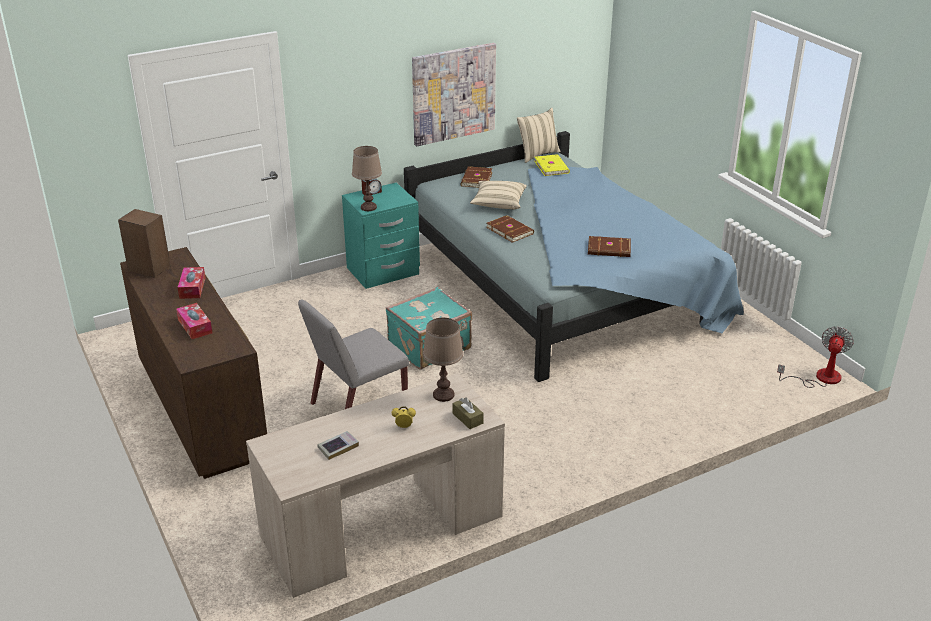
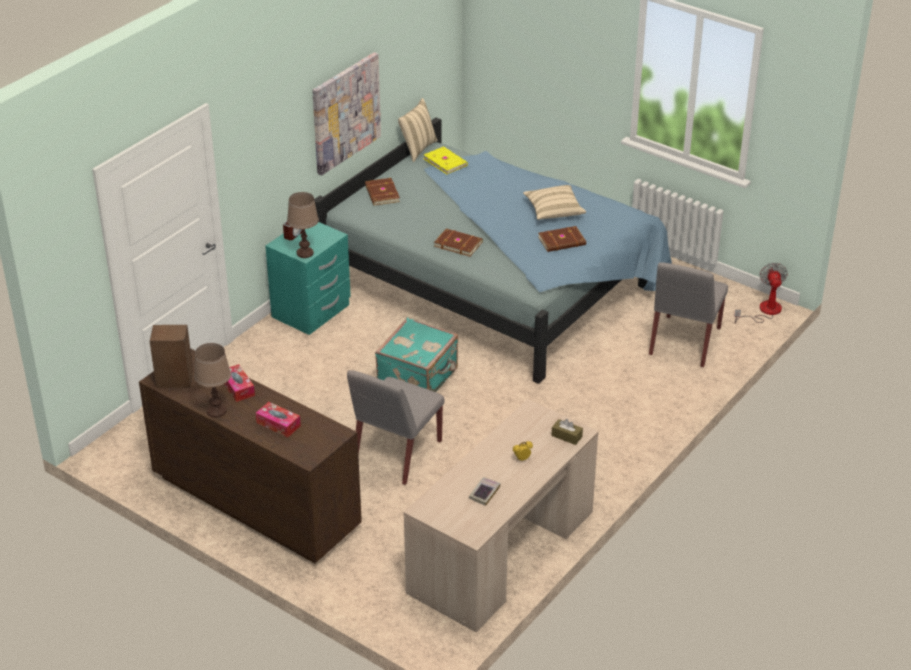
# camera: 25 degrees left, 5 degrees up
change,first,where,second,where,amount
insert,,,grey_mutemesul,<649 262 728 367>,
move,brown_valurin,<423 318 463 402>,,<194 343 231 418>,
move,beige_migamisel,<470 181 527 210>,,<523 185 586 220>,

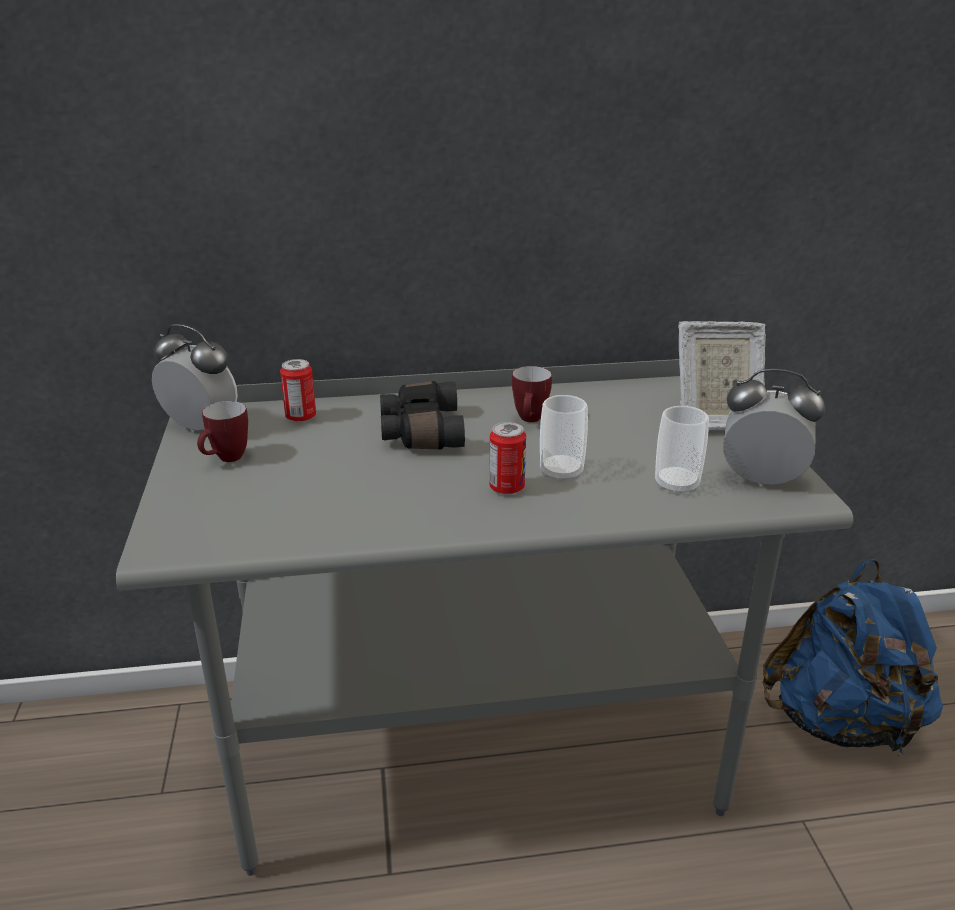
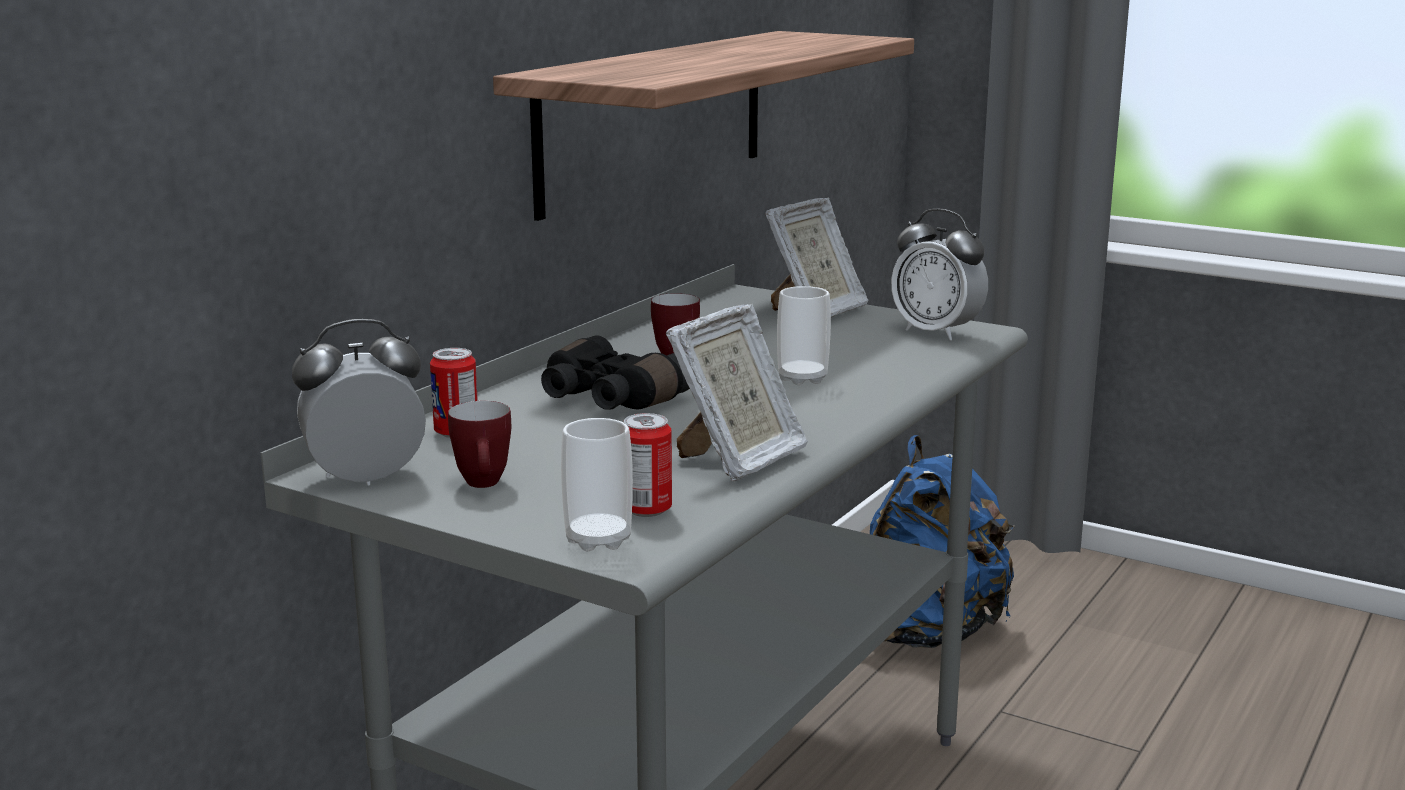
# camera: 50 degrees left, 10 degrees down
change,first,where,second,where,amount
insert,,,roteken,<493 31 914 221>,
insert,,,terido,<666 304 808 481>,
move,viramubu,<489 422 526 495>,,<624 413 672 517>,
move,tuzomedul,<655 406 709 496>,,<561 418 633 552>,
rotate,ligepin,<723 369 825 487>,,<891 209 988 341>,105 degrees counterclockwise

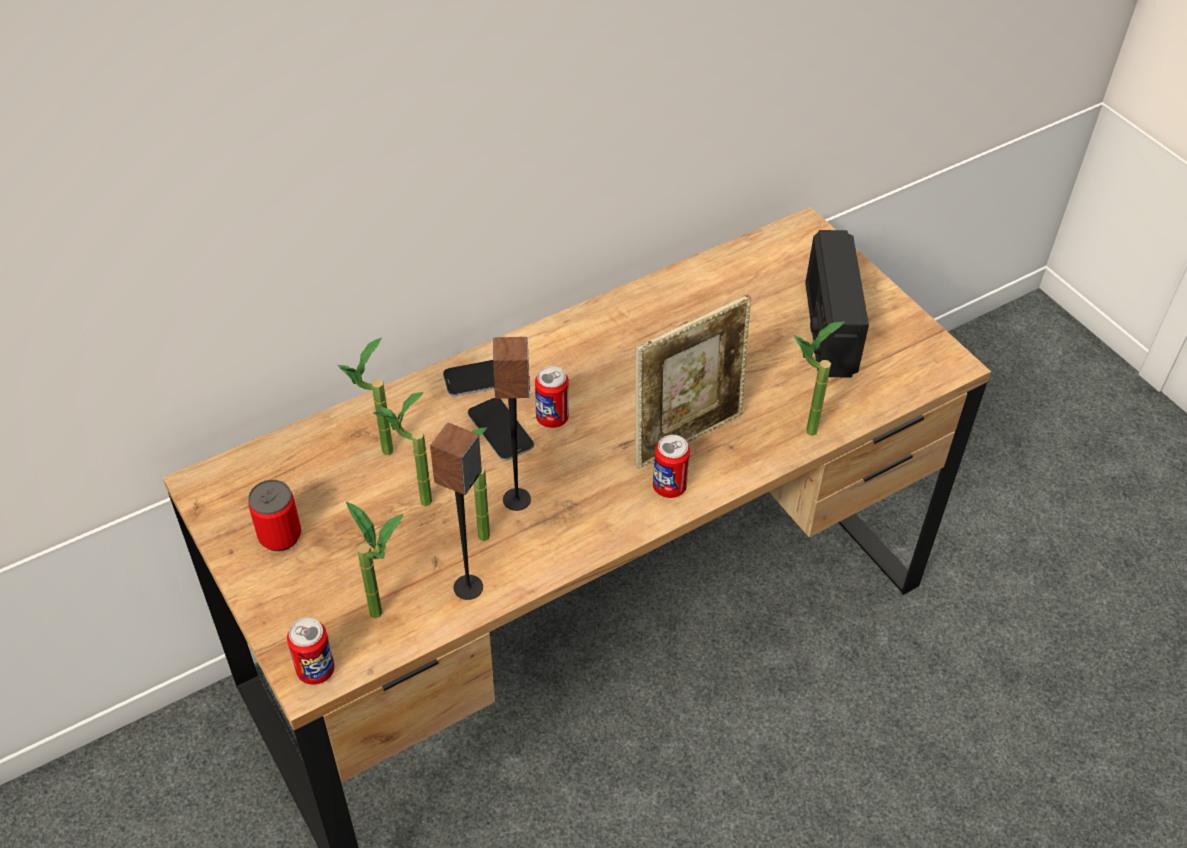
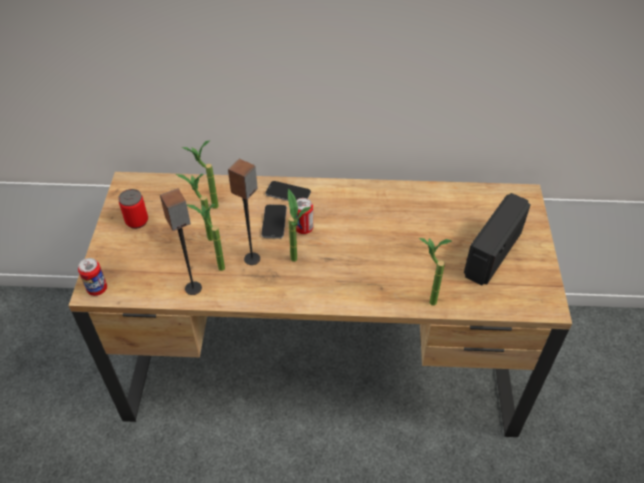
# camera: 35 degrees right, 0 degrees up
change,first,where,second,where,amount
delete,terido,<635 294 751 469>,,,
delete,viramubu,<653 435 690 498>,,,
move,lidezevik,<346 502 403 619>,,<288 189 312 262>,

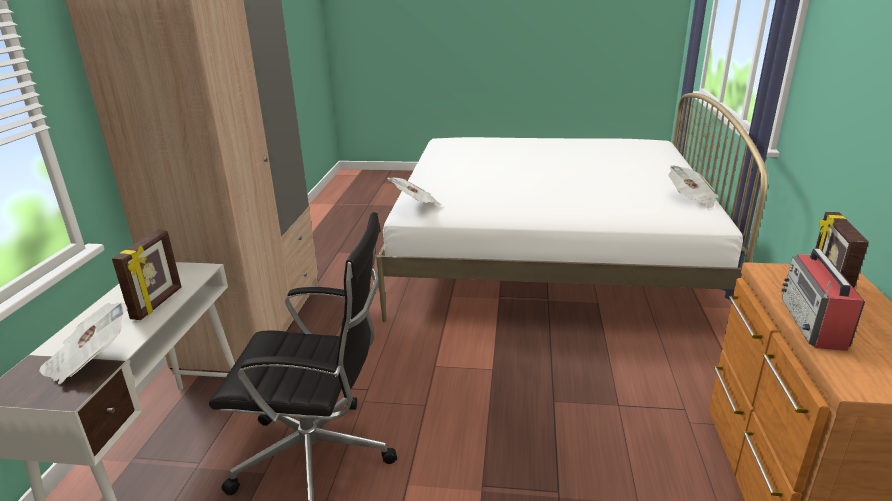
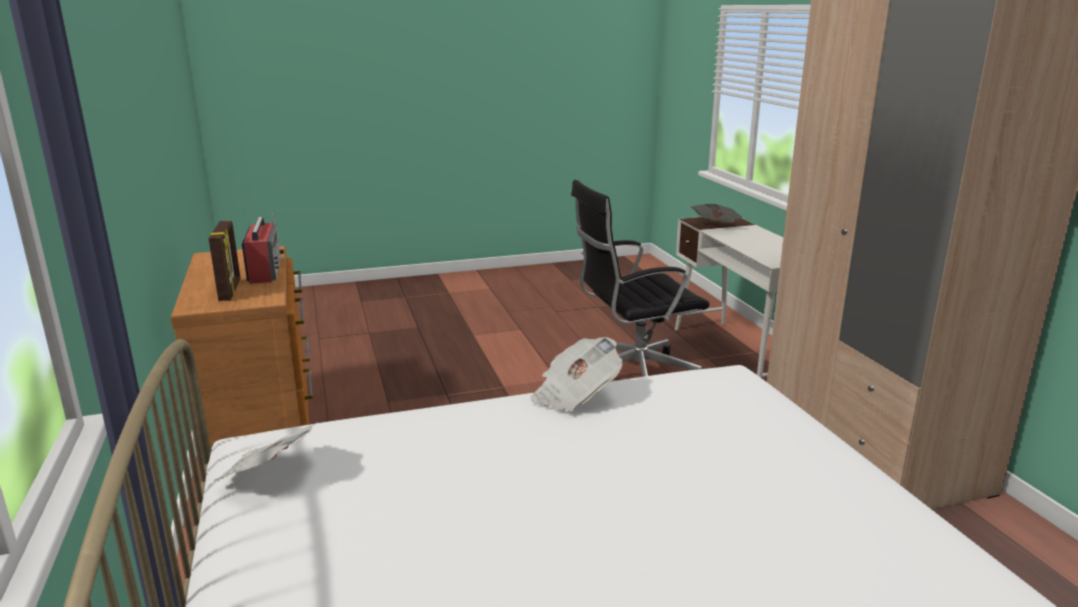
# camera: 155 degrees right, 5 degrees down
change,first,where,second,where,amount
delete,terido,<112 230 182 320>,,,
move,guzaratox,<387 177 442 205>,,<530 337 623 412>,

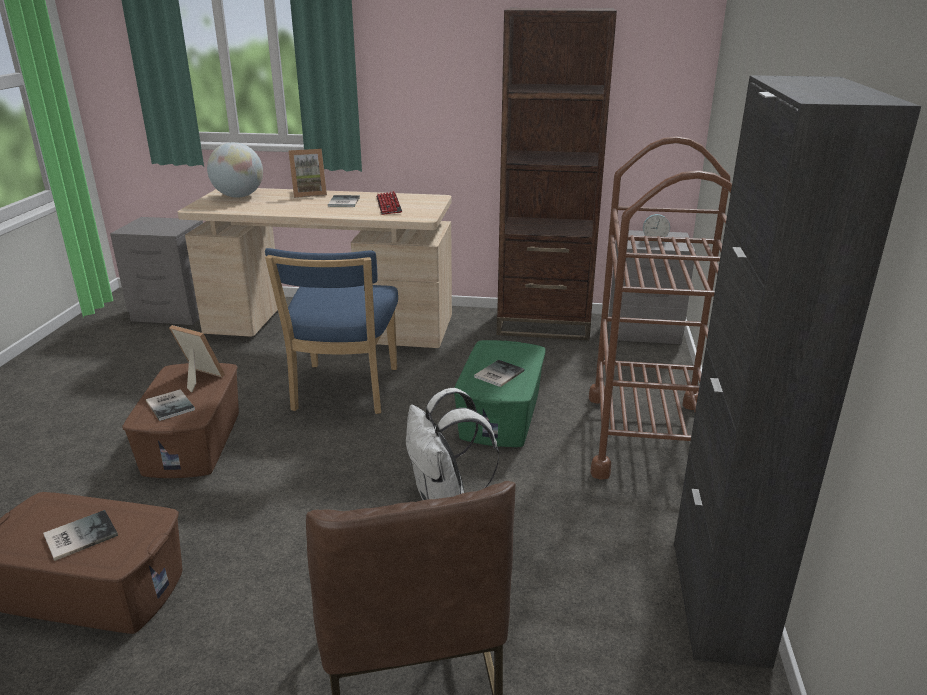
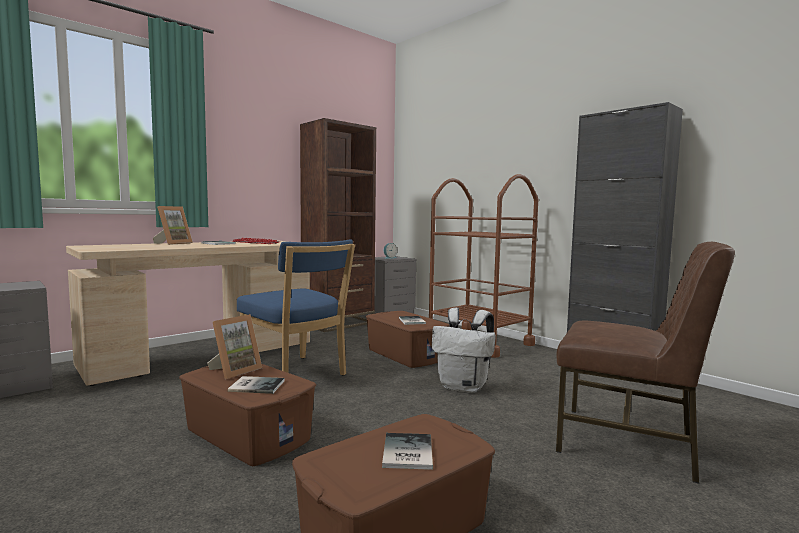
# camera: 50 degrees left, 20 degrees down
change,first,where,second,where,amount
delete,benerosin,<207 142 263 198>,,,
recolor,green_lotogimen,<454 340 546 447>,brown_lotogimen,<366 311 449 368>,
rotate,terido,<169 325 225 392>,,<207 314 262 379>,150 degrees clockwise

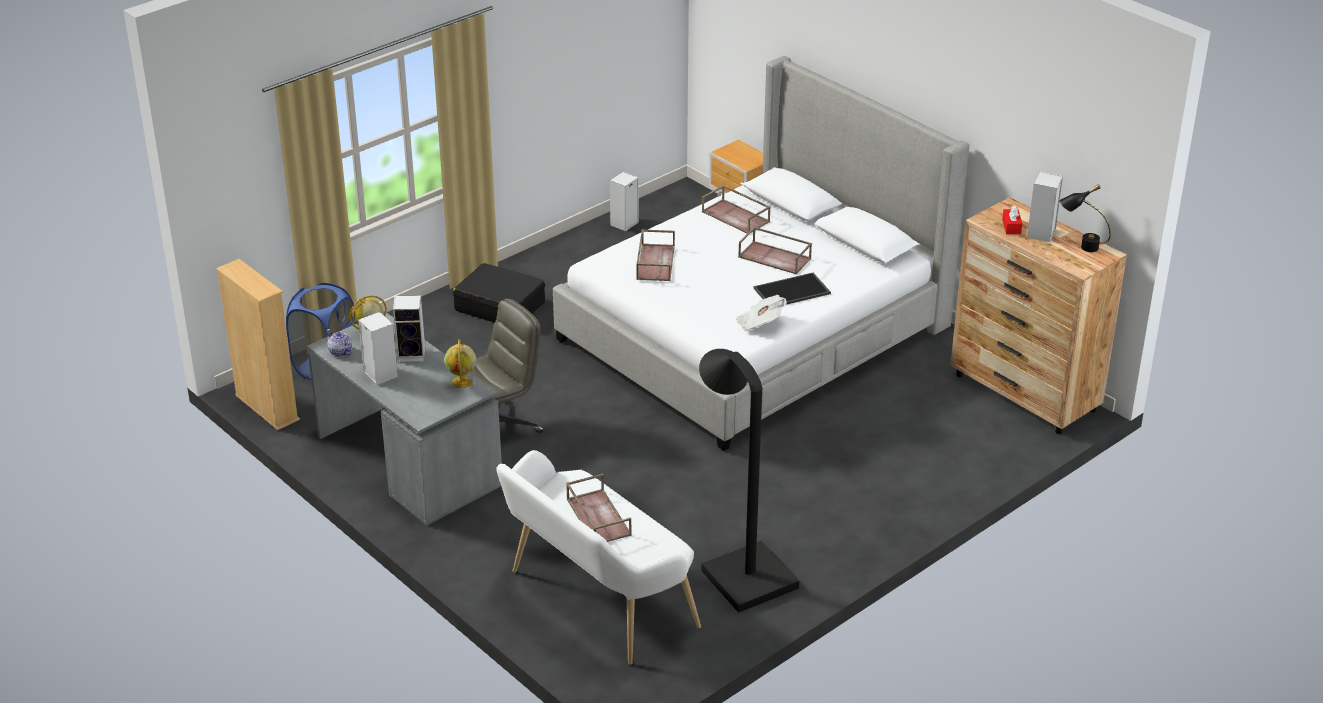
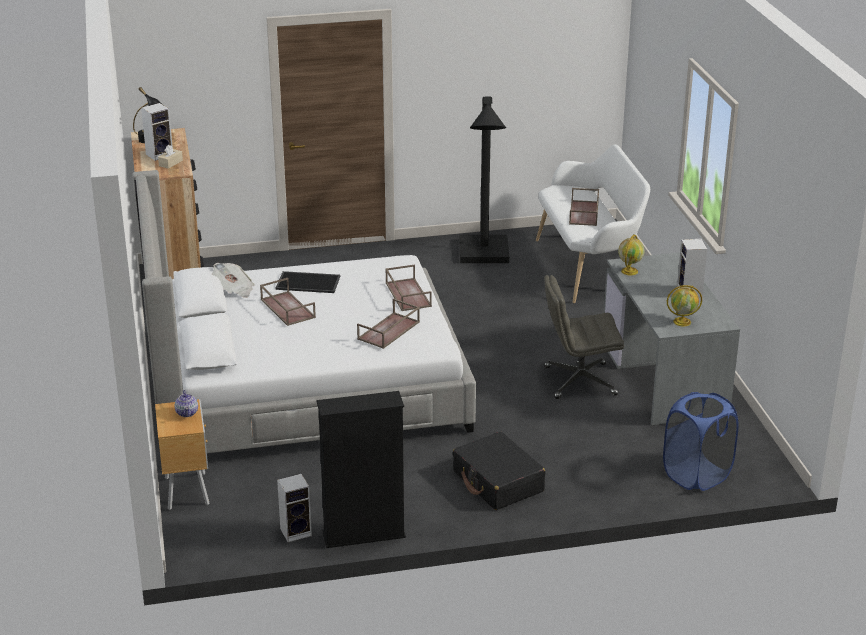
# camera: 150 degrees left, 5 degrees down
change,first,where,second,where,amount
delete,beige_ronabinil,<216 259 300 430>,,,
delete,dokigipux,<393 295 425 362>,,,
insert,,,black_ronabinil,<316 391 406 548>,
move,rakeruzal,<327 329 352 357>,,<174 390 198 417>,
move,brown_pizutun,<702 185 771 233>,,<385 265 432 311>,
move,guzaratox,<736 295 787 331>,,<212 263 255 298>,
recolor,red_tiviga,<1002 205 1022 234>,beige_tiviga,<158 145 183 169>,

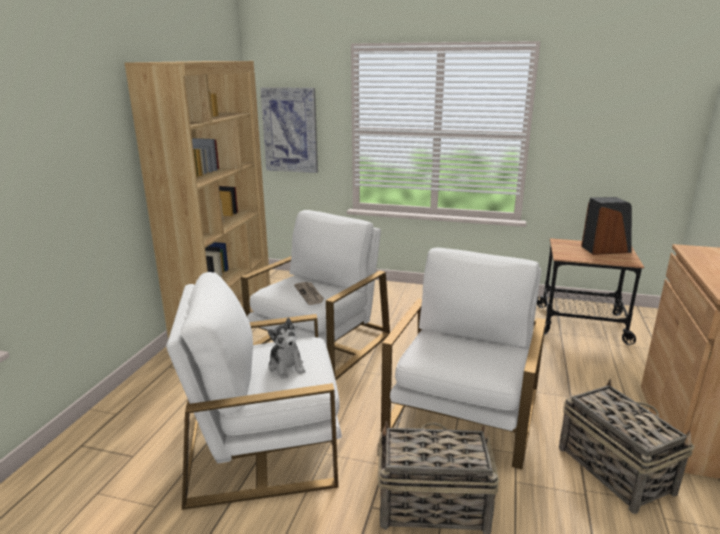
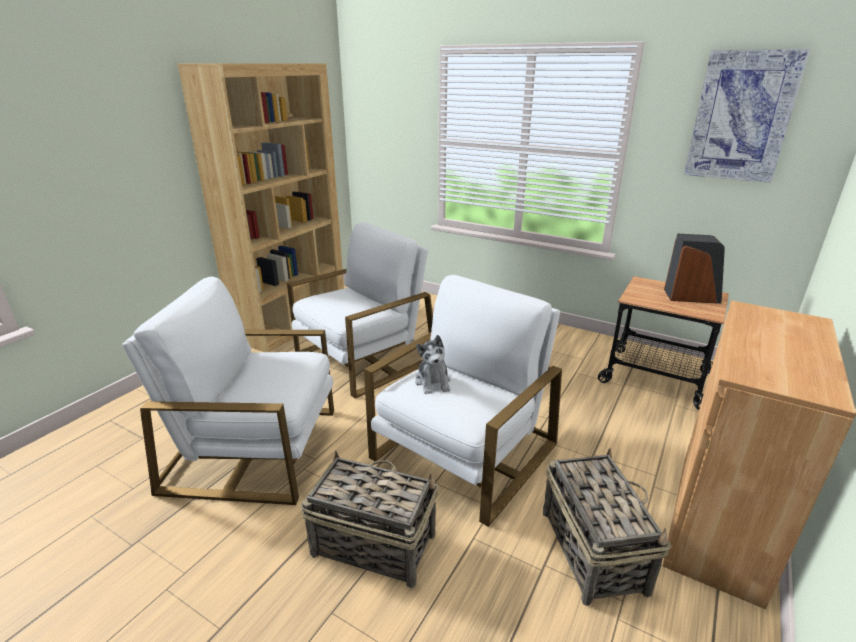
# camera: 15 degrees right, 5 degrees up
change,first,where,second,where,amount
delete,guzaratox,<294 282 324 305>,,,
move,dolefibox,<260 87 318 173>,,<684 49 811 183>,
move,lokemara,<268 318 305 379>,,<415 335 450 394>,

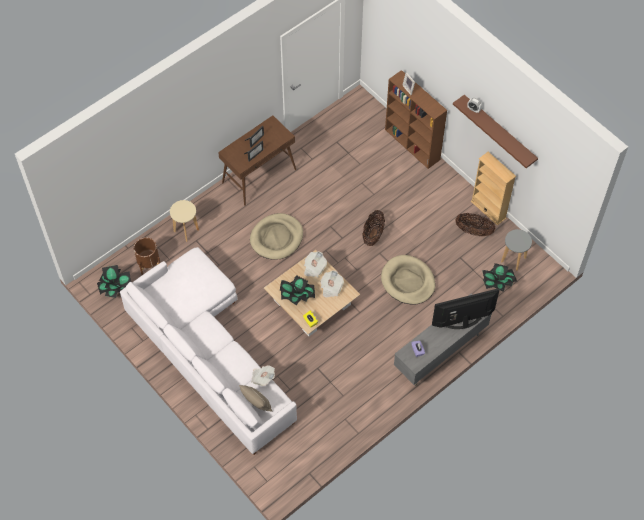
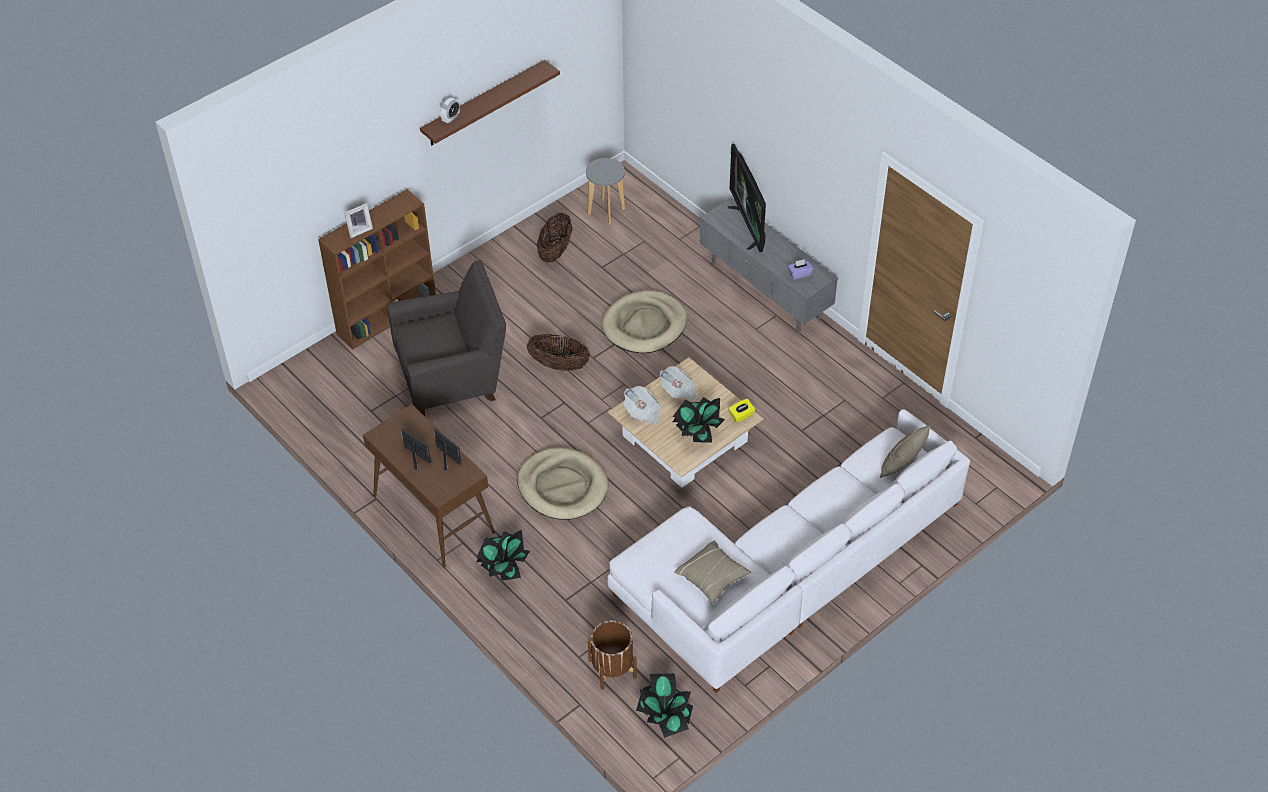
# camera: 90 degrees left, 10 degrees down
change,first,where,second,where,amount
delete,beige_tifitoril,<170 200 199 242>,,,
delete,guzaratox,<251 365 275 386>,,,
delete,beige_ronabinil,<471 152 516 225>,,,
insert,,,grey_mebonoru,<387 260 506 416>,
insert,,,beige_migamisel,<674 540 751 604>,
move,lidezevik,<482 263 517 292>,,<476 530 530 581>,

